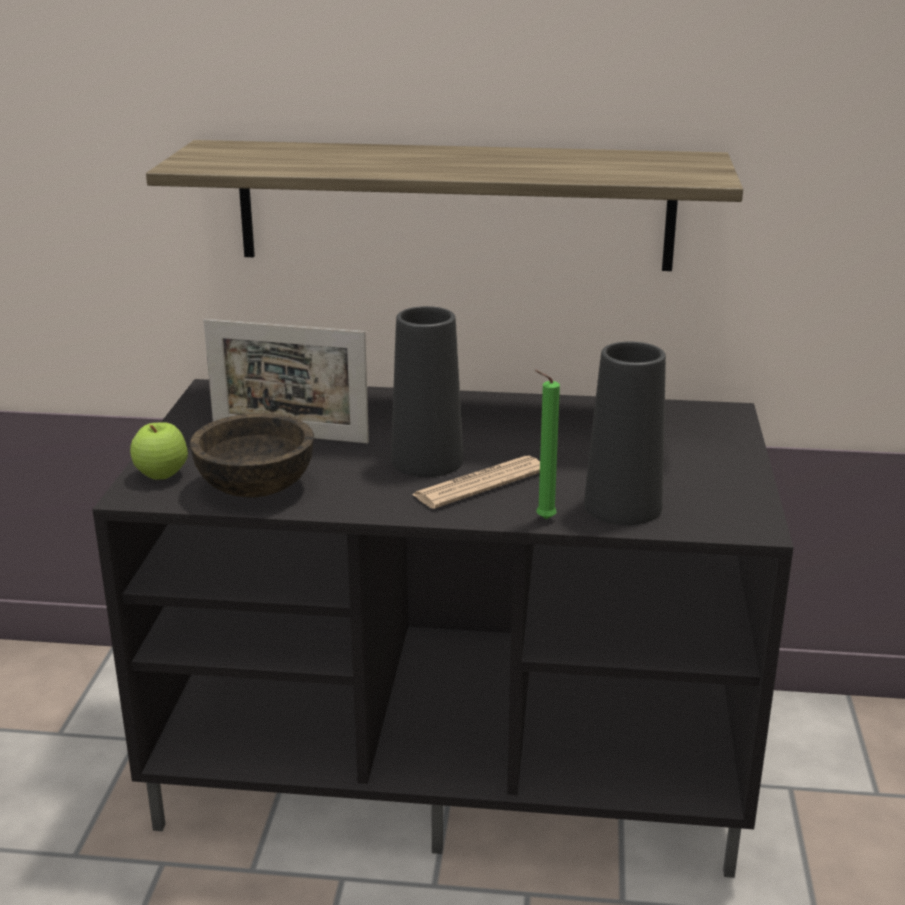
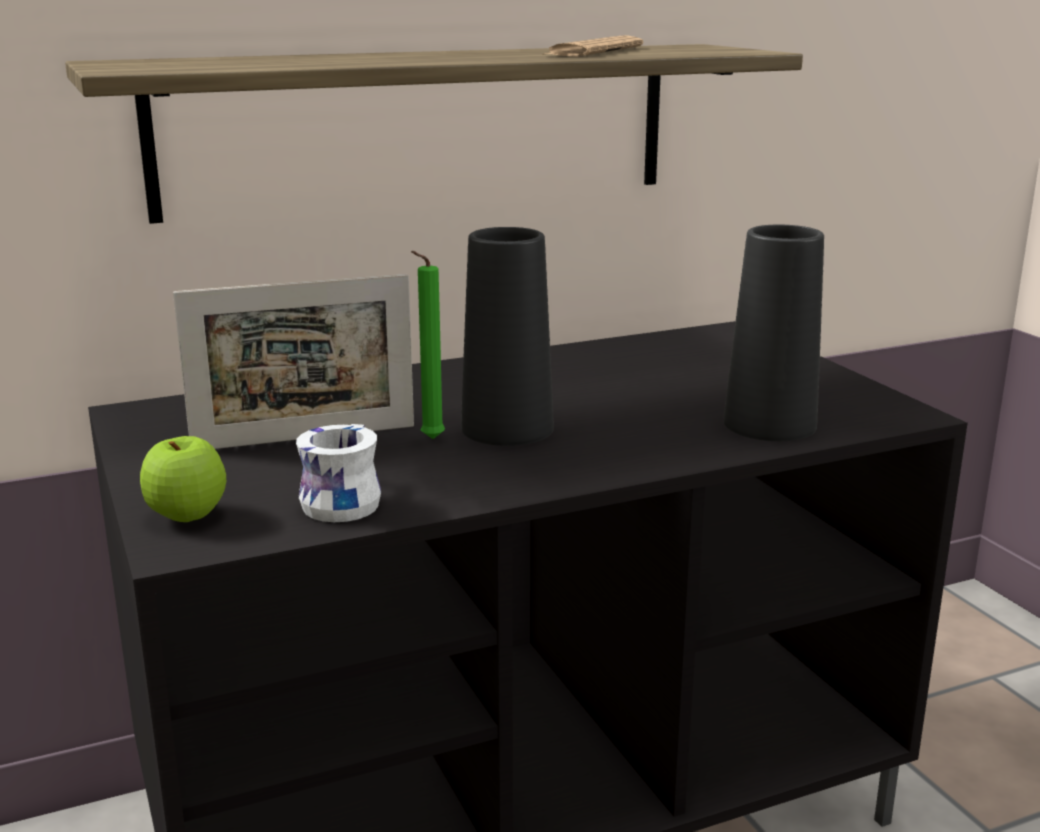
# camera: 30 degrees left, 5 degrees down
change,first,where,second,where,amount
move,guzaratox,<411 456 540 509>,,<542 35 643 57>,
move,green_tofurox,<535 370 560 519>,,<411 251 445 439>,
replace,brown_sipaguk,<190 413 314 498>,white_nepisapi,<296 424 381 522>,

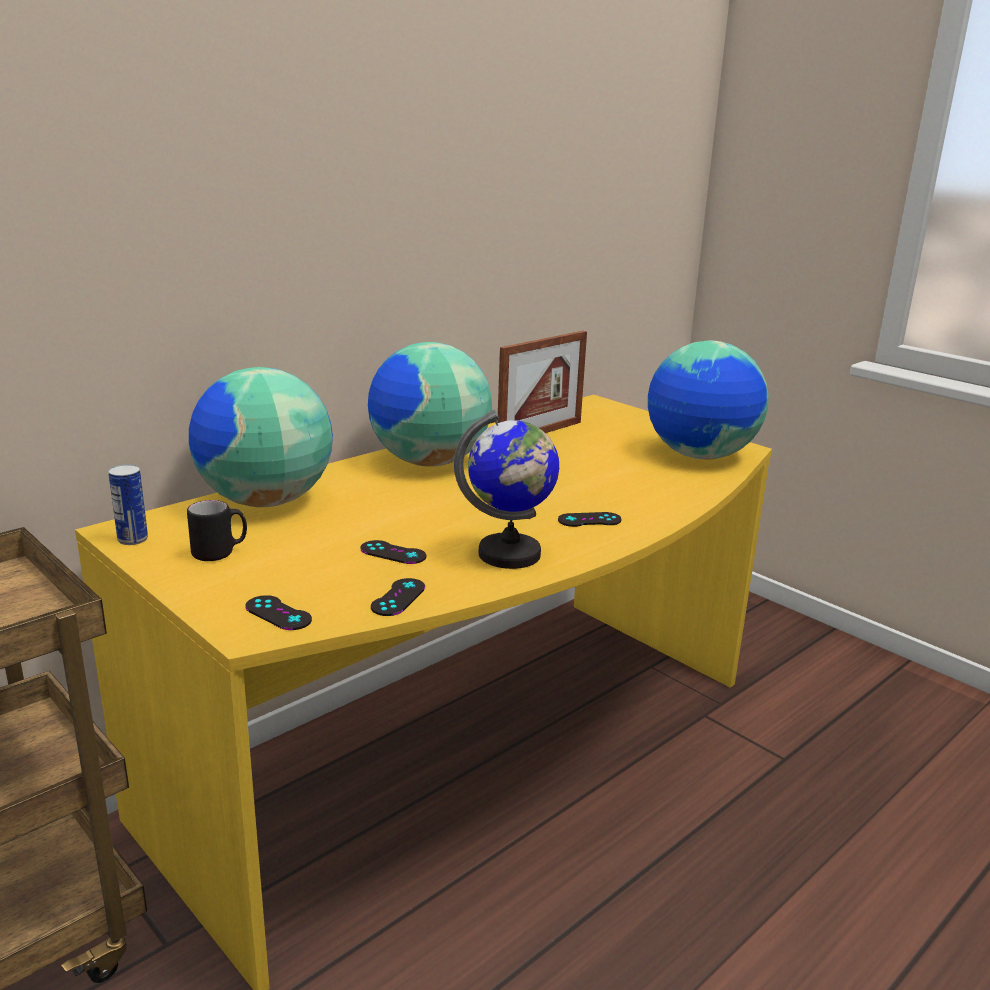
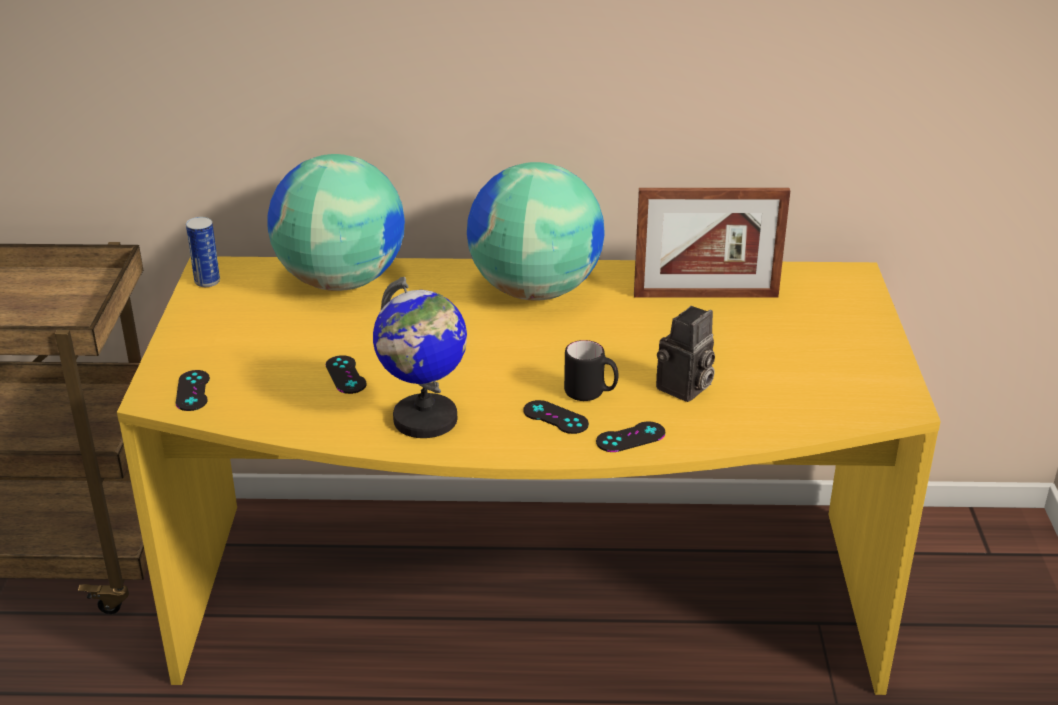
# camera: 45 degrees right, 10 degrees up
change,first,where,second,where,amount
delete,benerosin,<648 341 769 459>,,,
insert,,,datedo,<656 306 715 402>,
move,black_nepisapi,<187 500 247 561>,,<564 340 619 401>,
move,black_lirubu,<371 578 425 616>,,<596 421 665 452>,

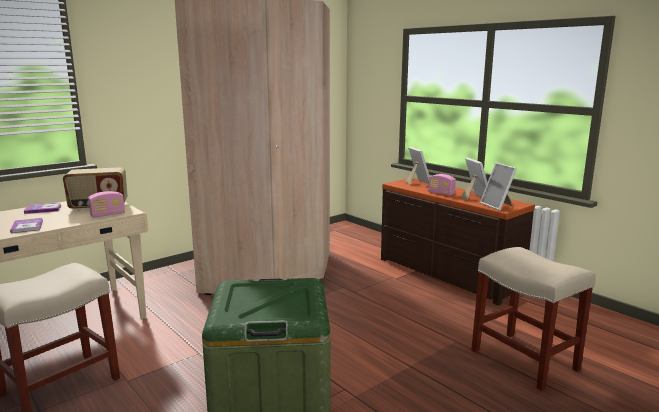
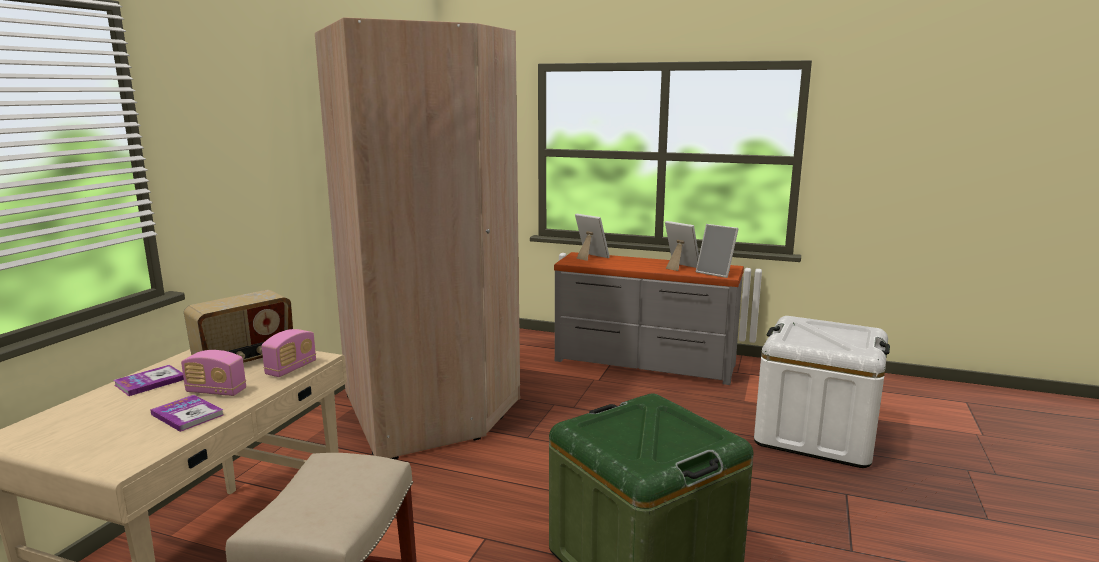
# camera: 30 degrees left, 0 degrees up
change,first,where,second,where,amount
move,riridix,<428 174 456 196>,,<181 350 246 396>,
replace,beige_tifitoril,<471 247 596 391>,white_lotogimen,<754 316 890 468>,
recolor,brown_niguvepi,<381 178 535 305>,grey_niguvepi,<554 252 744 385>,

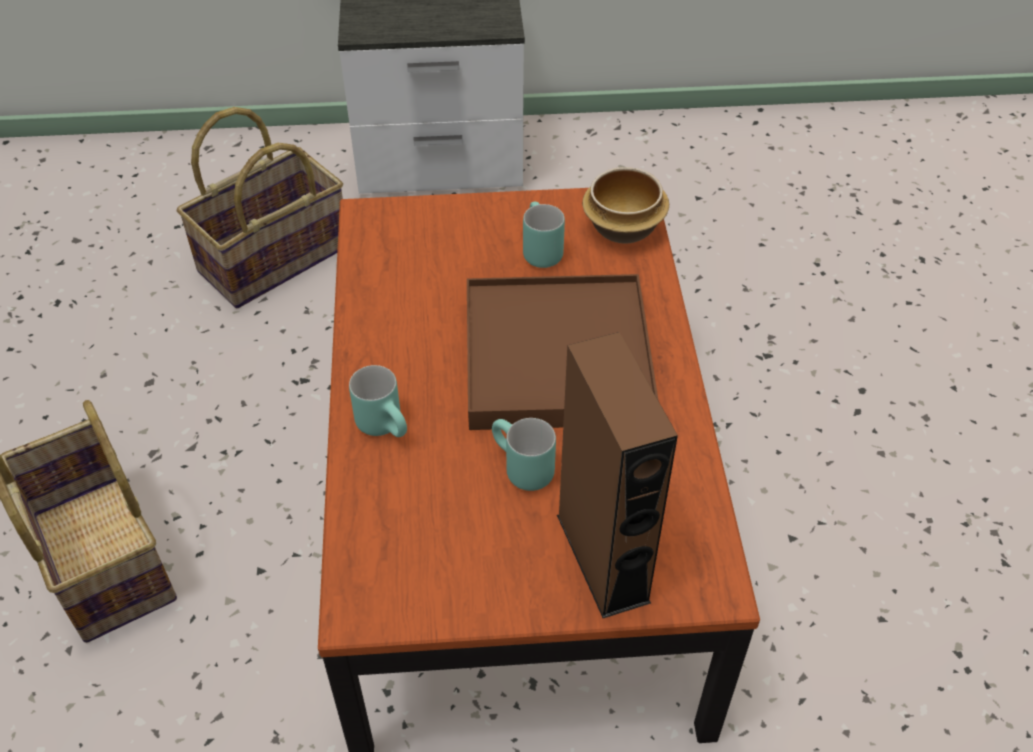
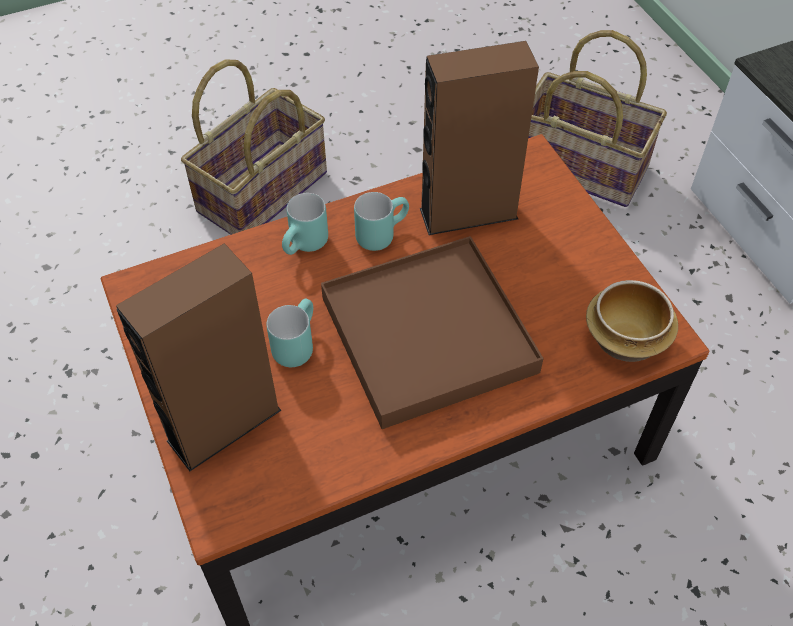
# camera: 70 degrees right, 5 degrees up
change,first,where,second,where,amount
insert,,,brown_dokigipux,<420 41 539 235>,
move,turquoise_nepisapi,<523 202 565 268>,,<354 192 409 251>,

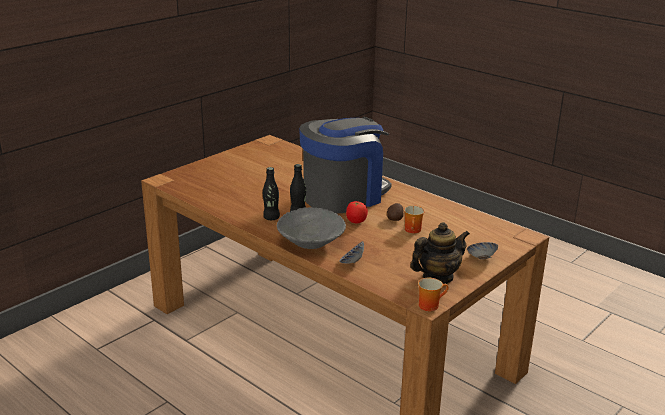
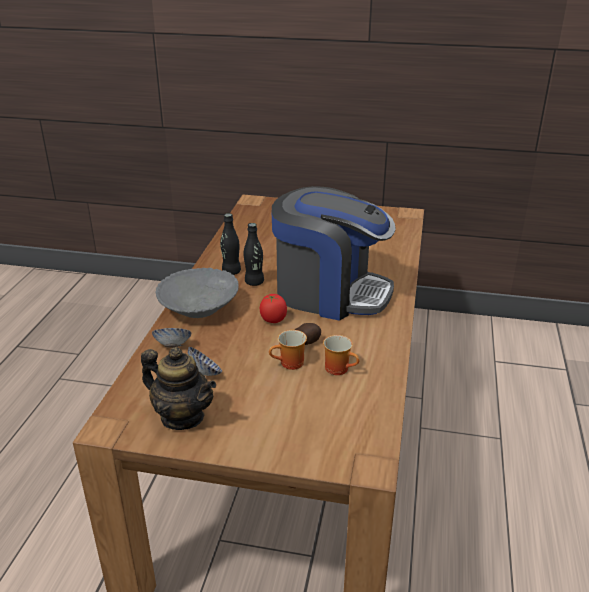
# camera: 60 degrees right, 5 degrees up
change,first,where,second,where,amount
move,nepisapi,<418 278 449 311>,,<323 335 359 375>,
move,sipaguk,<467 242 498 259>,,<188 347 222 378>,

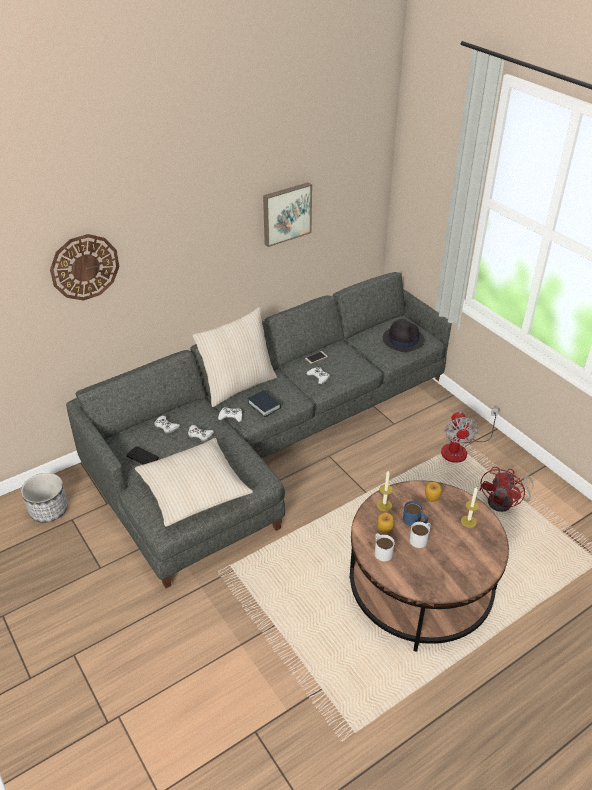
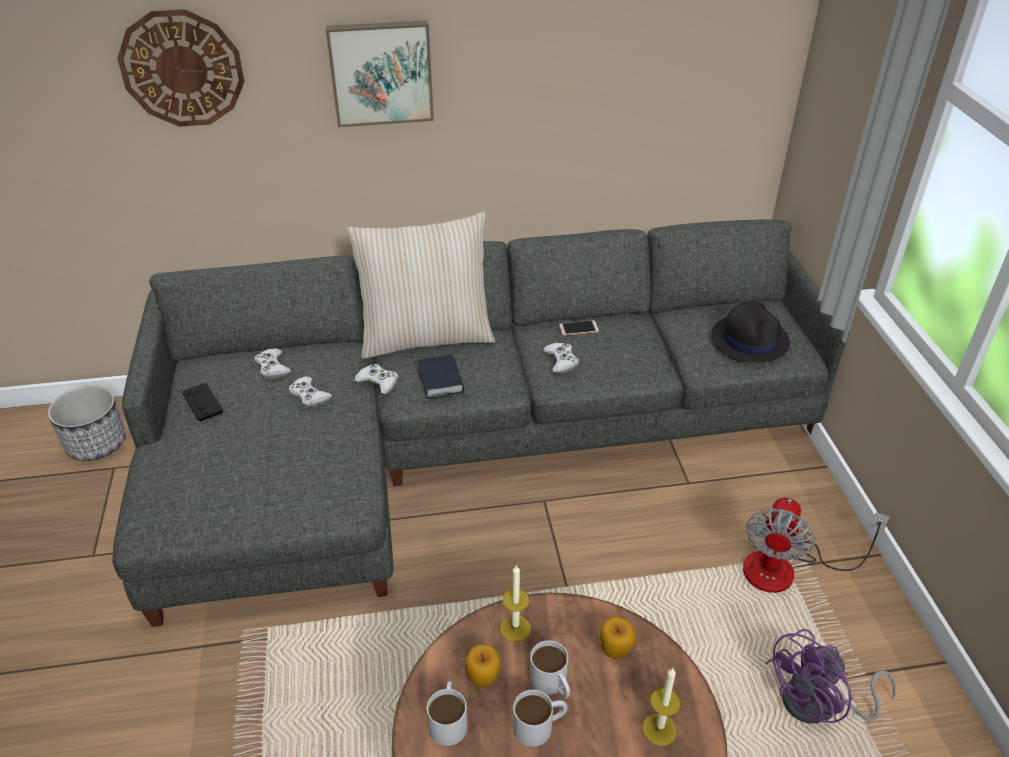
# camera: 25 degrees right, 0 degrees up
change,first,where,second,where,amount
delete,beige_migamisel,<135 438 253 527>,,,
move,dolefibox,<263 182 312 247>,,<326 20 434 127>,
recolor,blue_nepisapi,<403 501 428 526>,white_nepisapi,<530 640 570 699>,
recolor,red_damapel,<479 467 534 512>,purple_damapel,<766 629 896 724>,

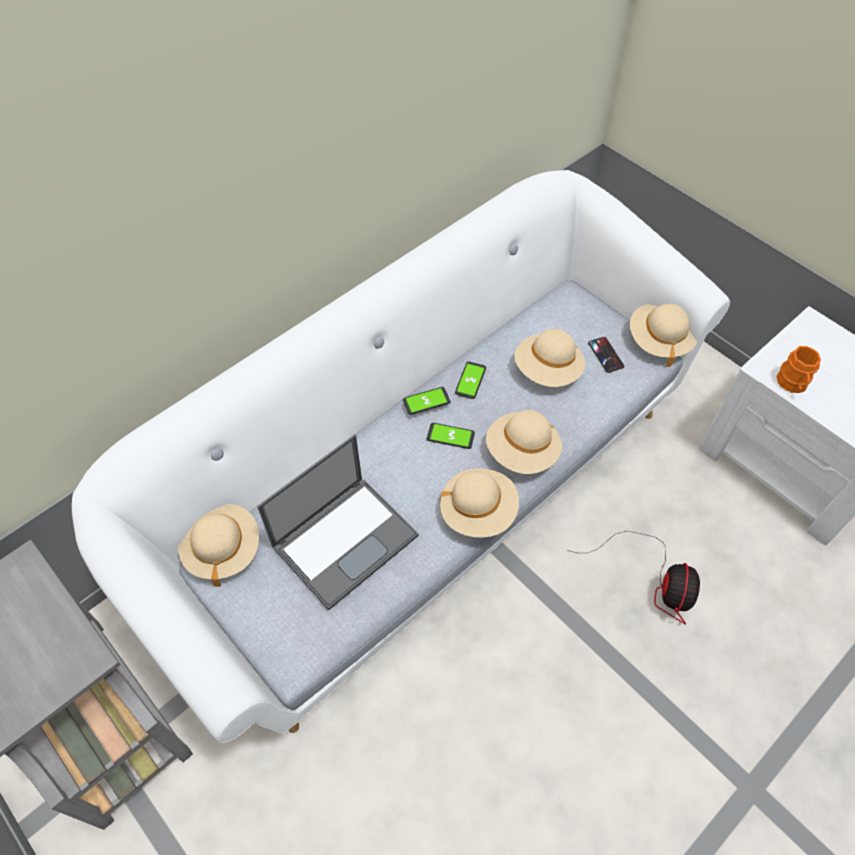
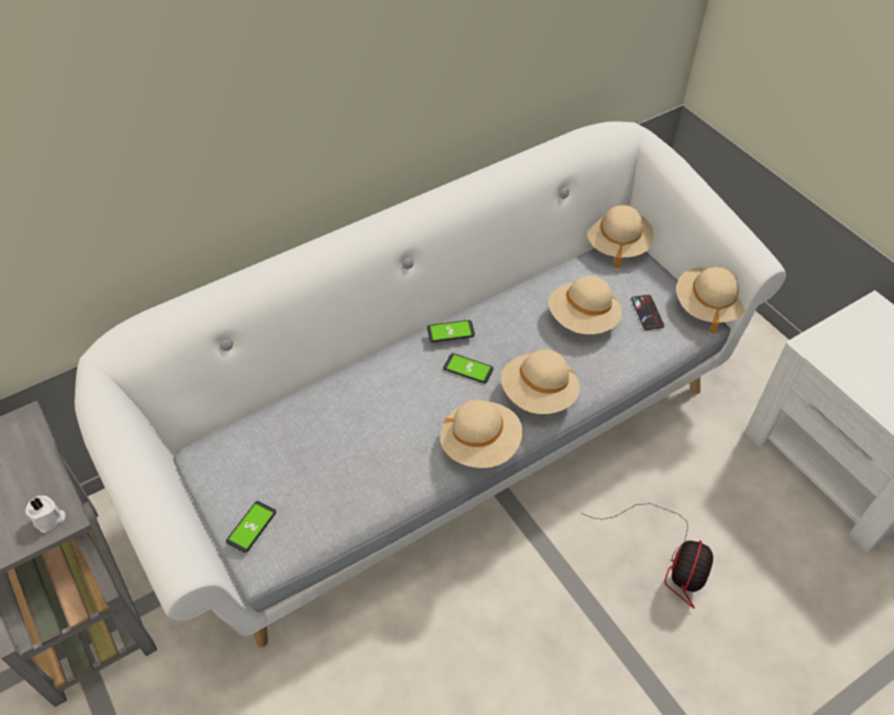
# camera: 10 degrees right, 5 degrees down
change,first,where,second,where,amount
delete,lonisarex,<257 434 419 610>,,,
delete,orange_nepisapi,<777 346 821 393>,,,
insert,,,white_tofurox,<25 496 66 533>,
move,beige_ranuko,<178 504 259 587>,,<587 205 654 268>,
move,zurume,<455 361 486 399>,,<226 501 276 553>,

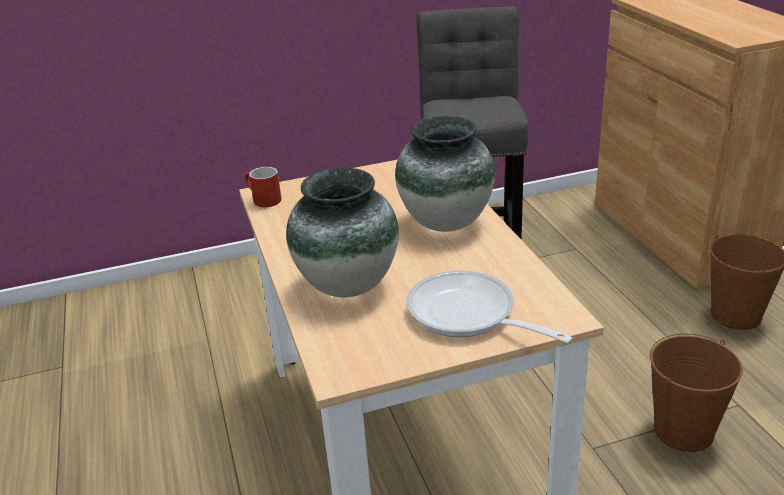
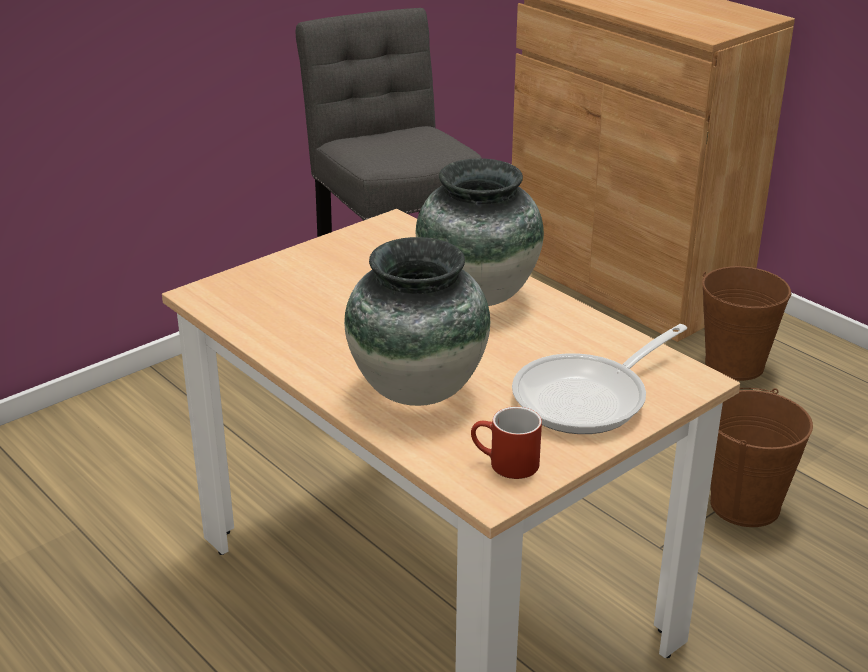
# camera: 25 degrees left, 0 degrees up
change,first,where,second,where,amount
move,red_nepisapi,<245 167 282 207>,,<471 407 542 479>,
rotate,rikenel,<406 270 573 343>,,<512 324 687 434>,60 degrees counterclockwise

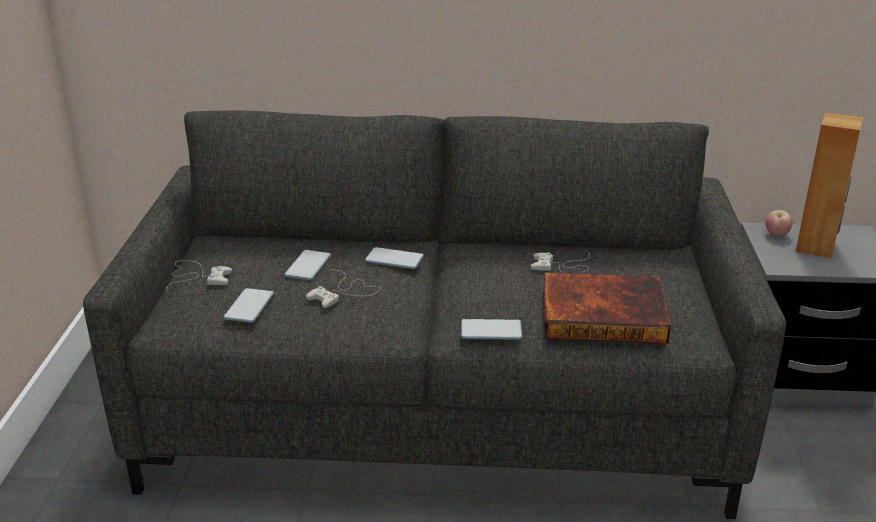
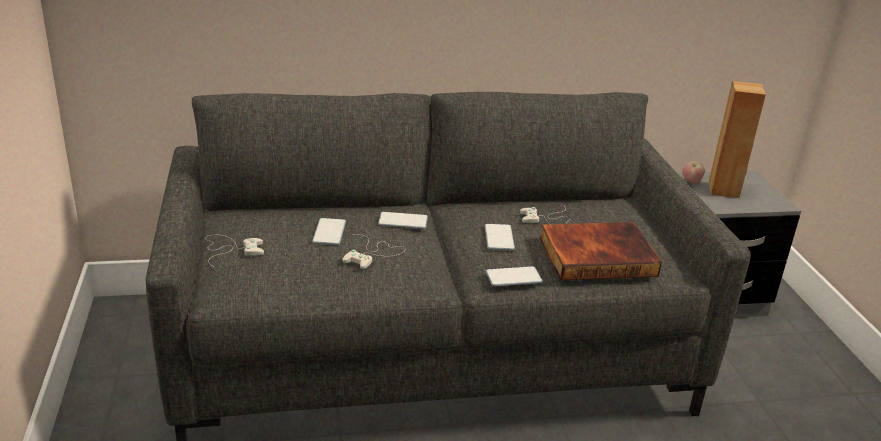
# camera: 15 degrees left, 0 degrees up
change,first,where,second,where,amount
move,zurume,<223 288 274 323>,,<485 224 515 250>,

